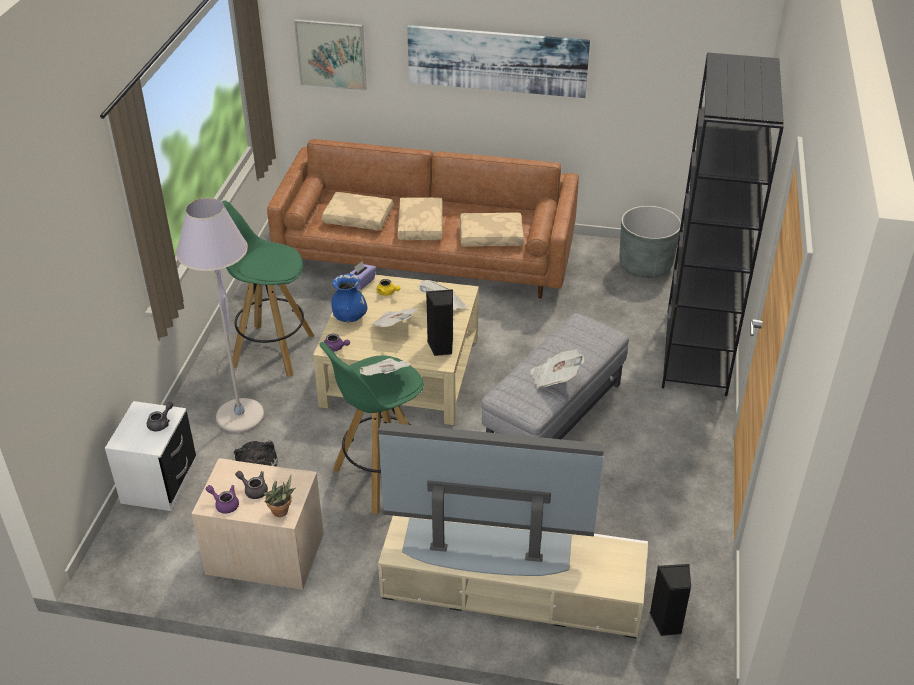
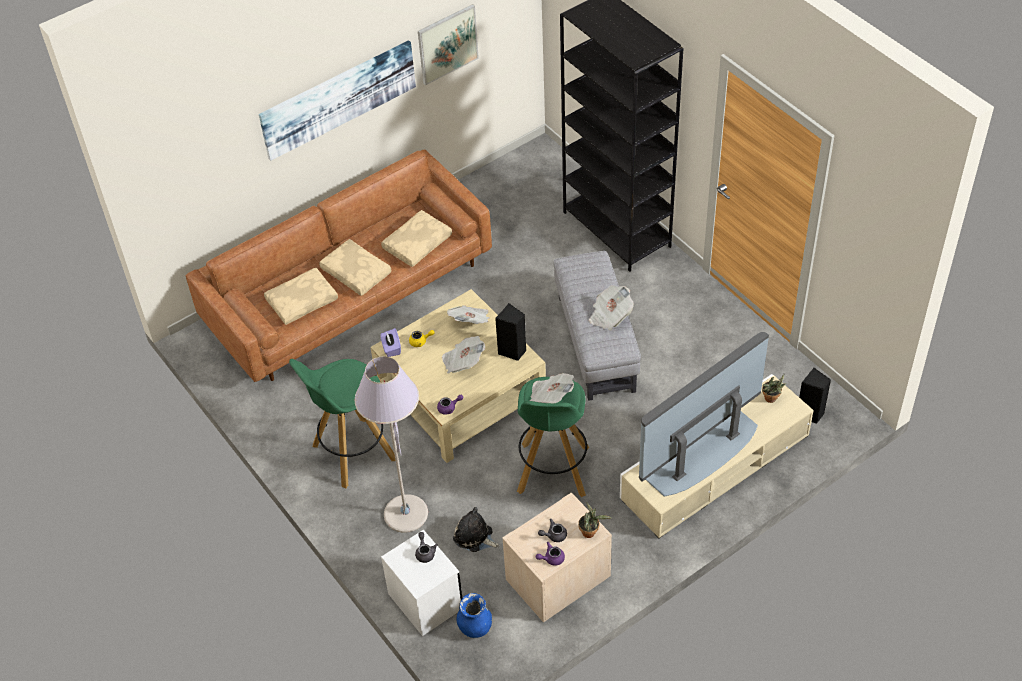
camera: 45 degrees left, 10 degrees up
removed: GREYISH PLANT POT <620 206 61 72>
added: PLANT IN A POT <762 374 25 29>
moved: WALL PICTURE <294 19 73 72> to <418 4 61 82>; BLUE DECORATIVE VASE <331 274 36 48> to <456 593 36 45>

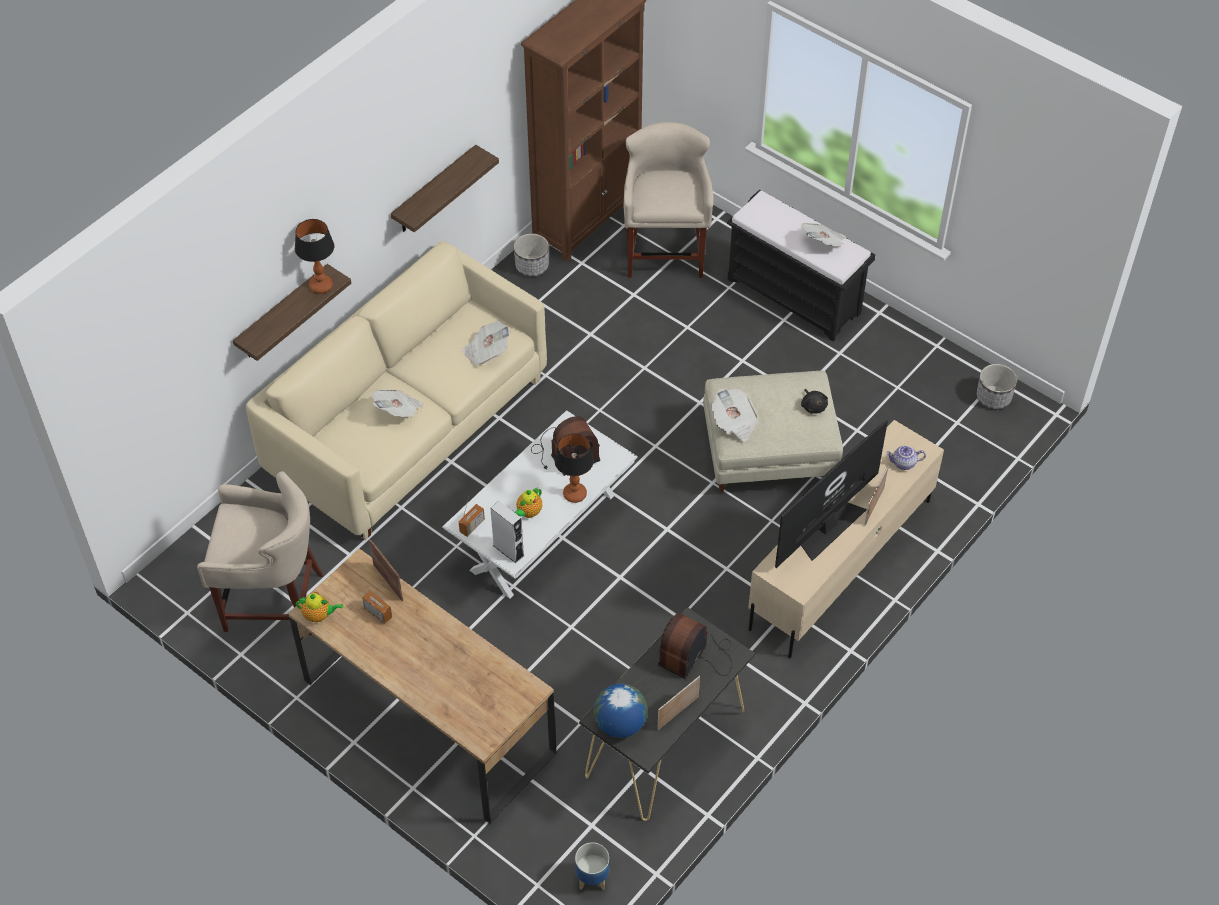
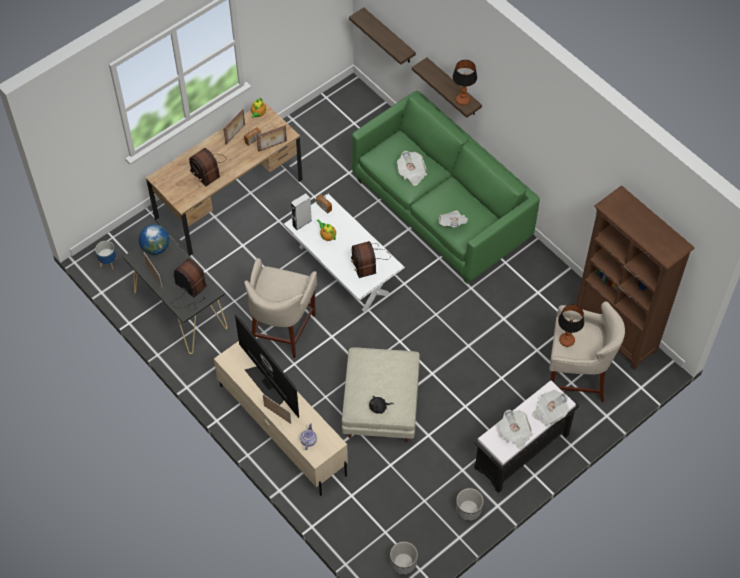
camera: 100 degrees right, 5 degrees up
added: RADIO SET <189 148 38 38>; PHOTO FRAME <223 109 22 36>
moved: SAND-COLOURED STOOL SEAT <197 471 126 164> to <244 258 73 100>; SHELF <390 145 109 87> to <349 7 67 58>; PLANT POT <514 233 35 44> to <456 488 28 33>; TABLETOP LAMP <554 433 40 70> to <558 304 26 43>; NEWSPAPER <711 388 49 54> to <532 390 37 36>
recoloured: SAND-COLOURED COUCH <246 241 301 299> to GREEN COUCH <352 91 188 193>

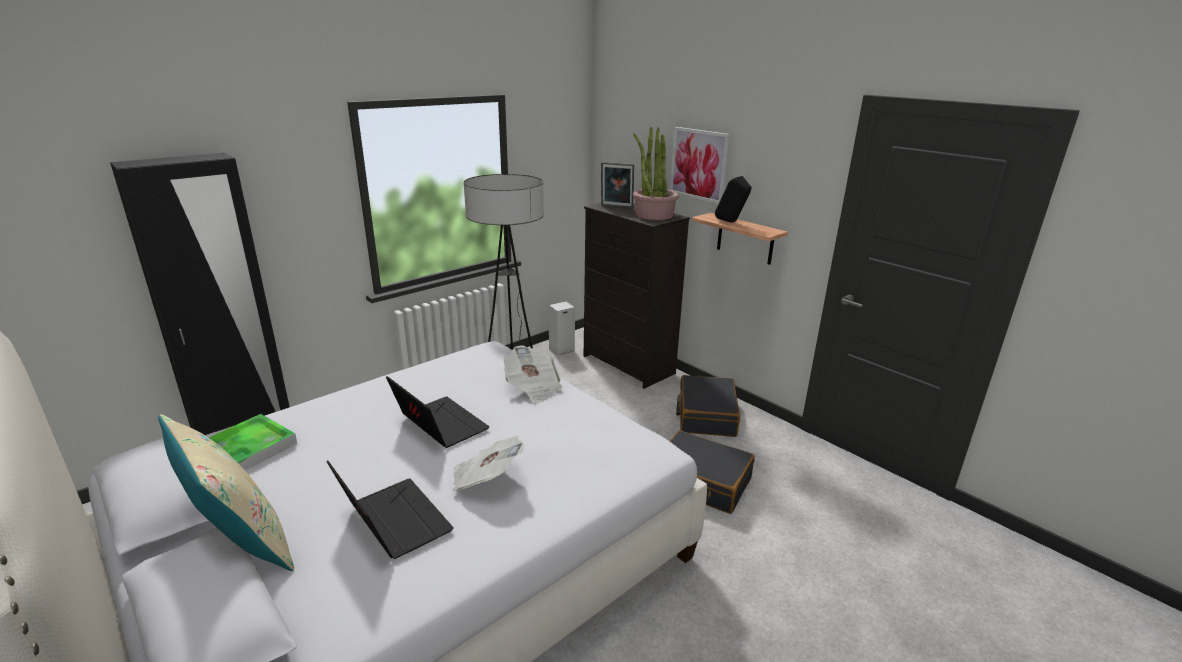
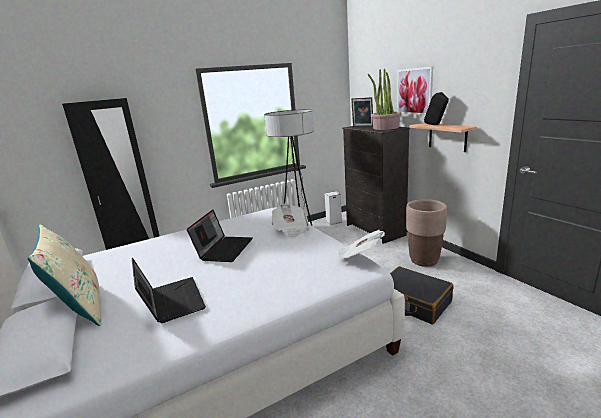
camera: 15 degrees right, 5 degrees down
removed: SERVING TRAY <209 414 88 56>
moved: NEWSPAPER <453 436 71 55> to <338 230 47 30>
replaced: BLACKISH TRAVEL CASE <676 375 64 62> to BROWN-COLOURED PLANT POT <406 199 41 68>
turned: LAPTOP <386 376 103 72> = <187 210 65 52> 45 degrees clockwise

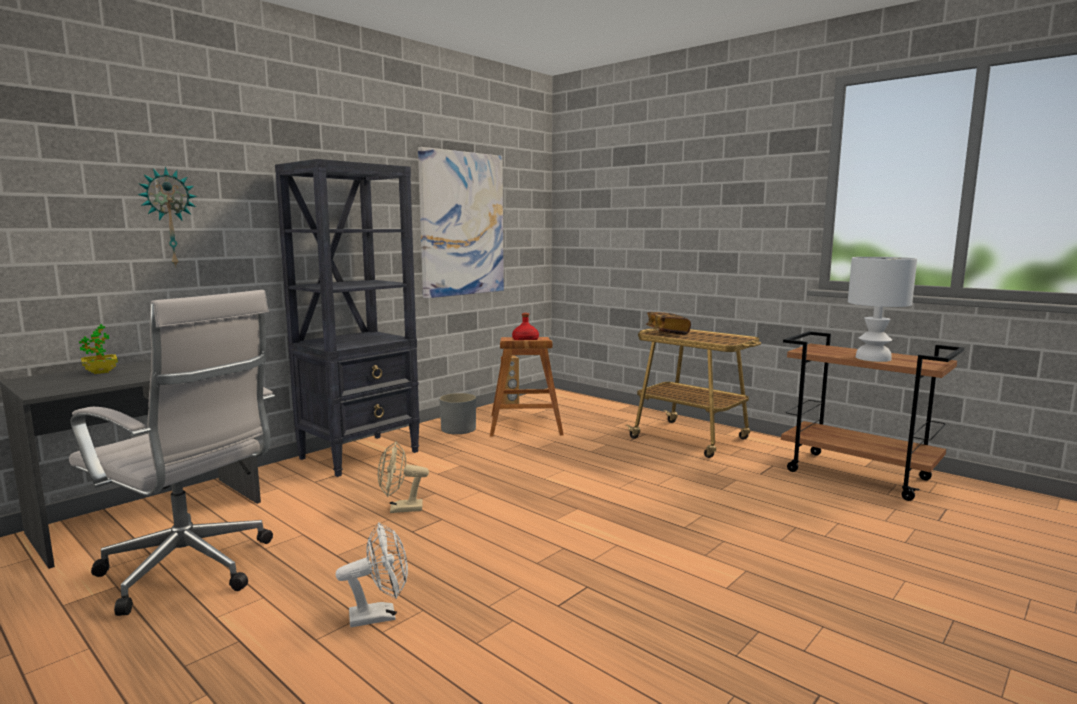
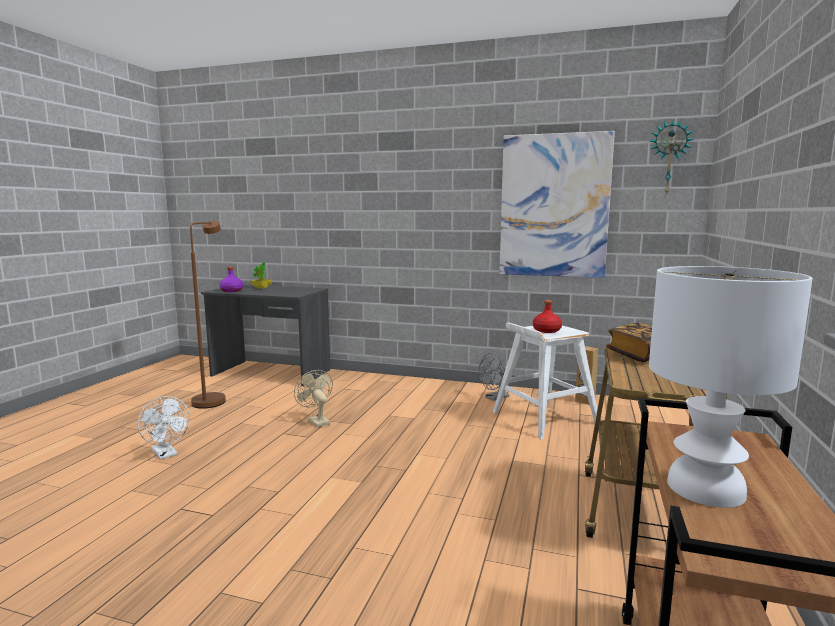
camera: 65 degrees right, 0 degrees up
removed: BLACKISH BOOKCASE <275 159 145 318>
added: PURPLE BEVERAGE BOTTLE <219 267 24 25>
moved: WALL CLOCK <137 167 60 101> to <650 118 44 77>
replaced: WHITE-COLOURED DESK CHAIR <69 290 206 326> to BROWN-COLOURED FLOOR LAMP <190 221 36 188>; GREYISH PLANT POT <440 393 36 41> to GREYISH ELECTRIC FAN <479 353 30 48>
recoloured: BROWN-COLOURED STOOL SEAT <490 337 74 100> to WHITE-COLOURED STOOL SEAT <493 323 104 116>

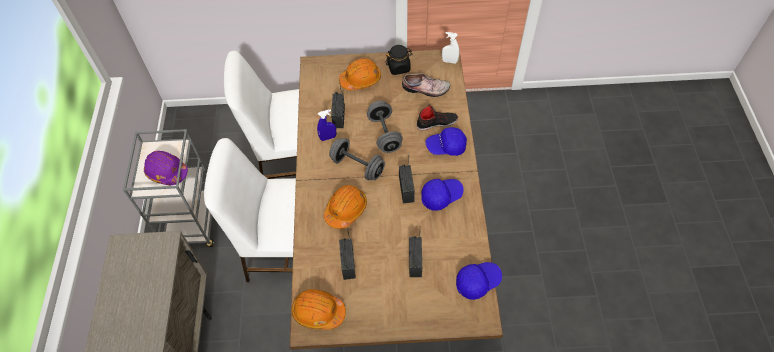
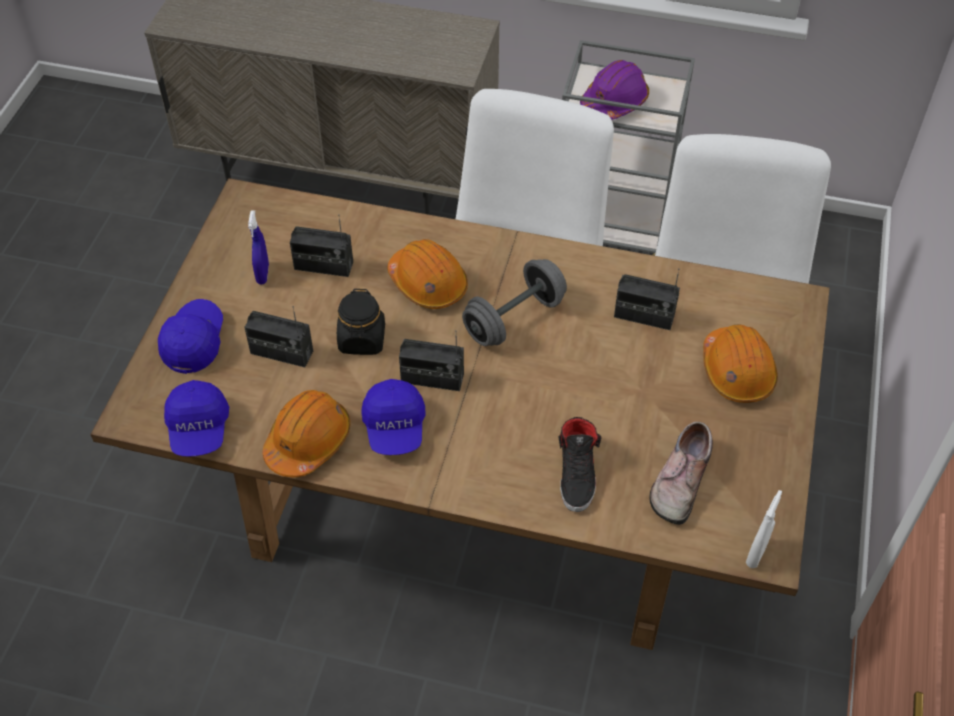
camera: 105 degrees right, 5 degrees down
removed: GREYISH FREE WEIGHT <367 101 36 52>
moved: ORANGE-COLOURED WORK HELMET <292 289 54 41> to <263 390 87 87>; BLUE HAND SPRAYER <317 109 19 32> to <248 211 21 74>; BLACKISH STORAGE JAR <386 45 27 30> to <337 289 48 66>; BLUE CAP <426 127 41 29> to <158 299 65 75>

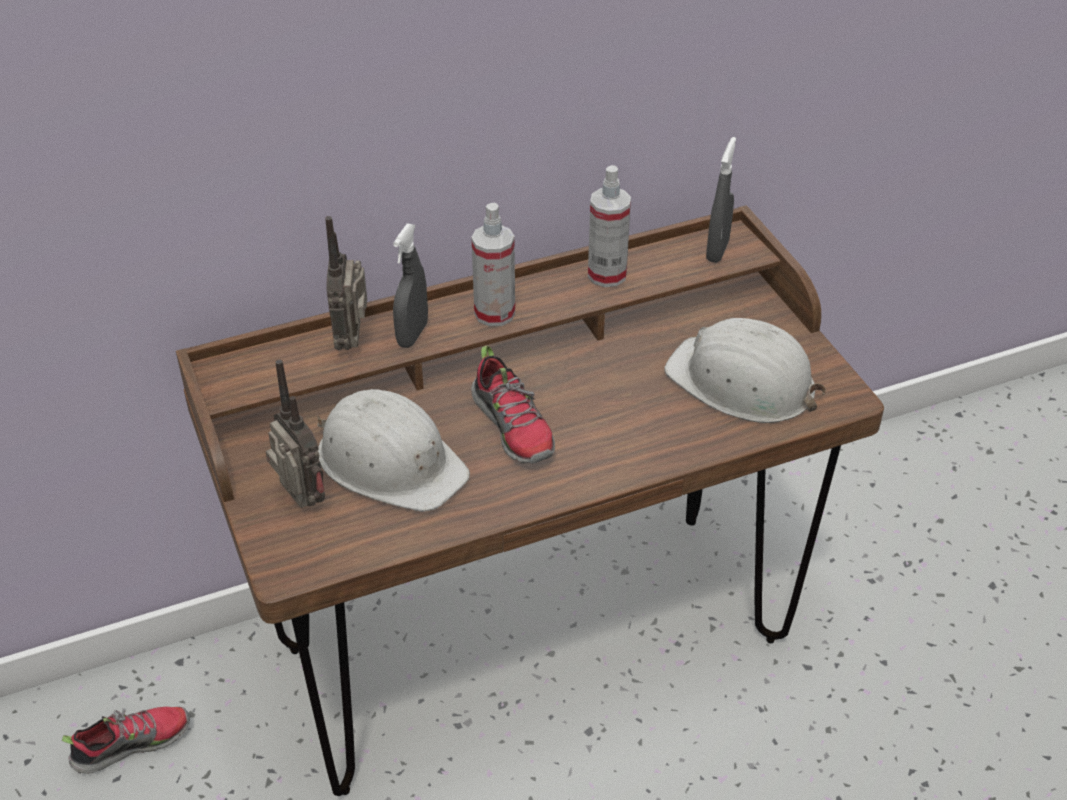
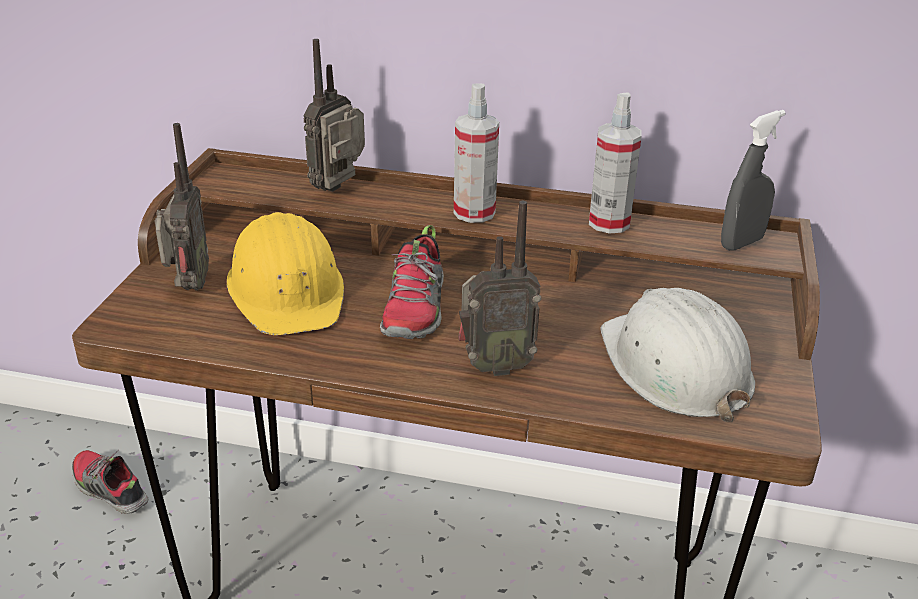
camera: 35 degrees right, 10 degrees down
removed: GREYISH HAND SPRAYER <393 224 35 124>
added: RADIO SET <458 201 83 175>
recoloured: WHITE-COLOURED WORK HELMET <316 389 154 123> to YELLOW-COLOURED WORK HELMET <227 212 117 123>
turned: ITEM OF FOOTWEAR <62 707 128 67> = <72 450 76 64> 150 degrees counterclockwise

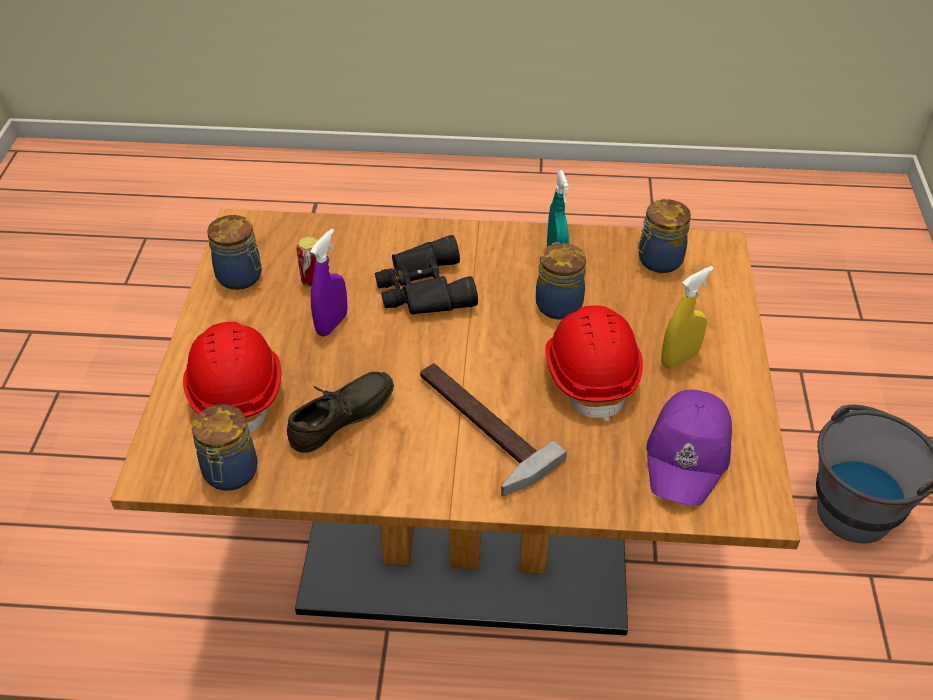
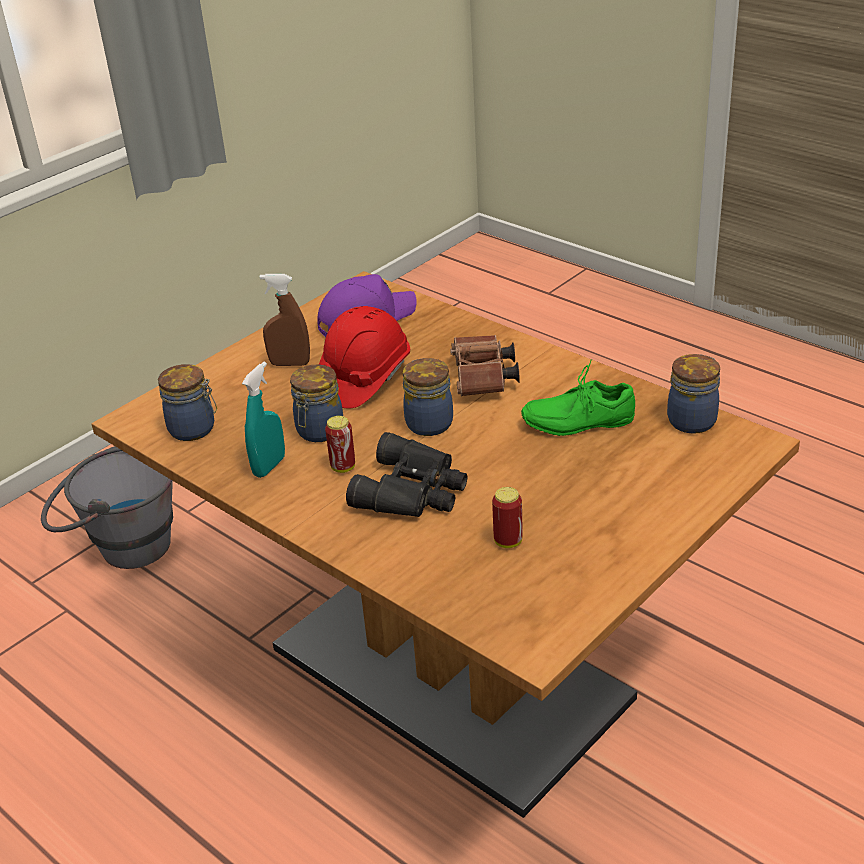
camera: 140 degrees left, 10 degrees down
removed: RED-COLOURED WORK HELMET <183 322 98 110>; PURPLE HAND SPRAYER <310 228 38 109>
added: METAL CAN <325 416 30 57>
moved: STORAGE JAR <207 215 55 75> to <403 358 50 78>
replaced: HAMMER <420 363 147 133> to BROWN-COLOURED PAIR OF BINOCULARS <450 335 70 61>
recoloured: GREYISH ITEM OF FOOTWEAR <287 372 107 81> to GREEN ITEM OF FOOTWEAR <521 359 114 77>; YELLOW-COLOURED HAND SPRAYER <661 266 53 103> to BROWN-COLOURED HAND SPRAYER <260 274 50 92>

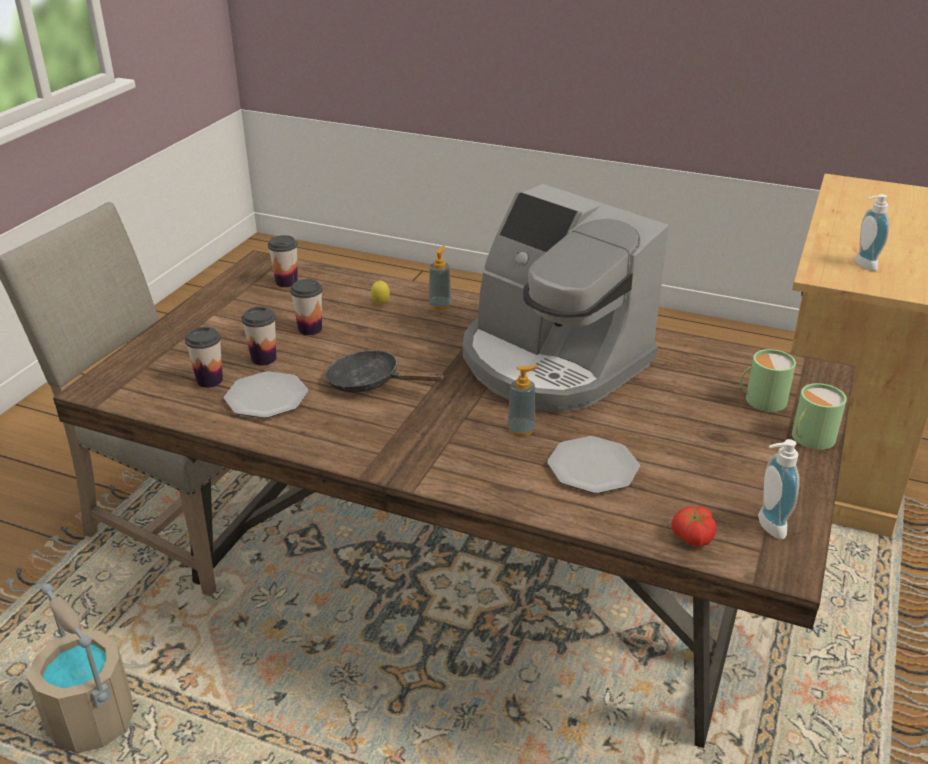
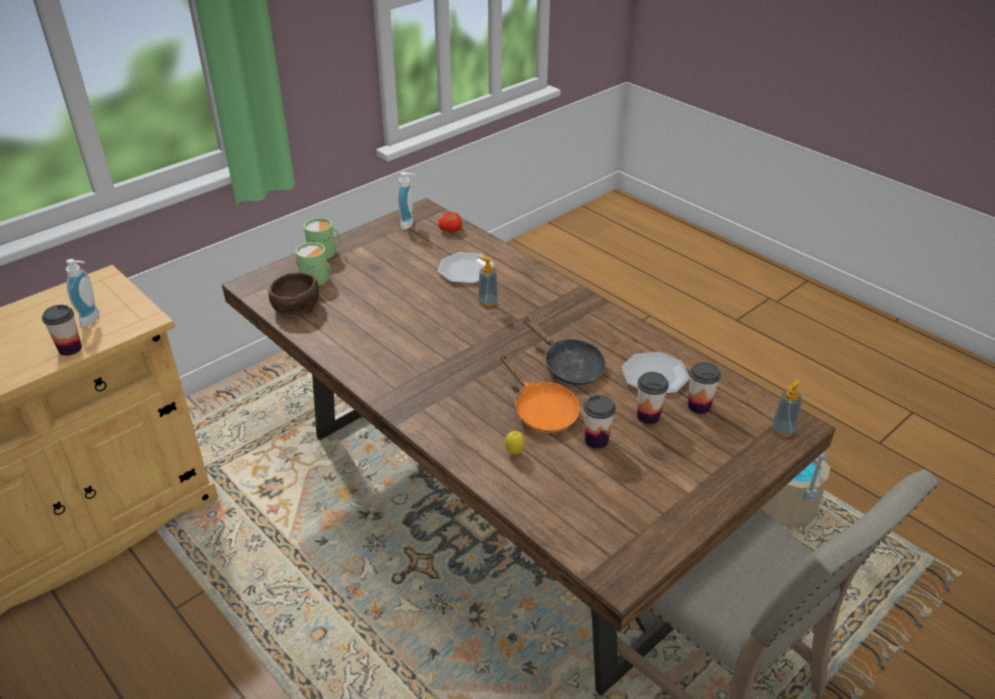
camera: 155 degrees left, 5 degrees up
removed: COFFEE MAKER <463 184 205 228>
added: BROWN-COLOURED DEEP DISH <269 273 50 42>; ORANGE-COLOURED PAN <501 354 79 79>
moved: CUP <268 235 30 52> to <42 305 40 51>; SOAP BOTTLE <428 246 24 64> to <772 380 30 57>

